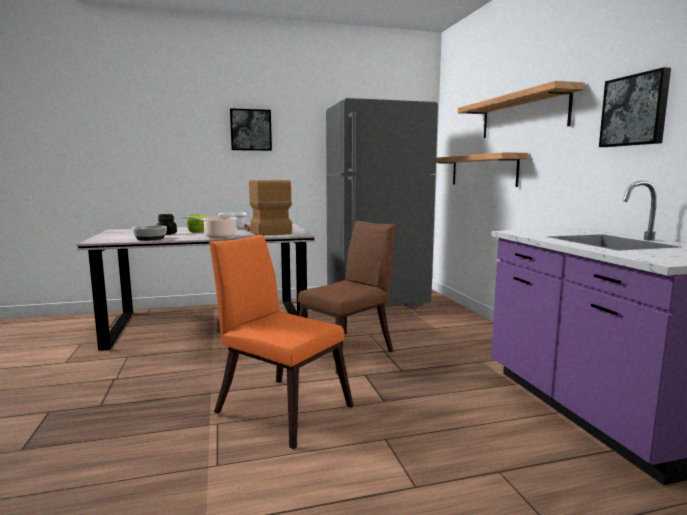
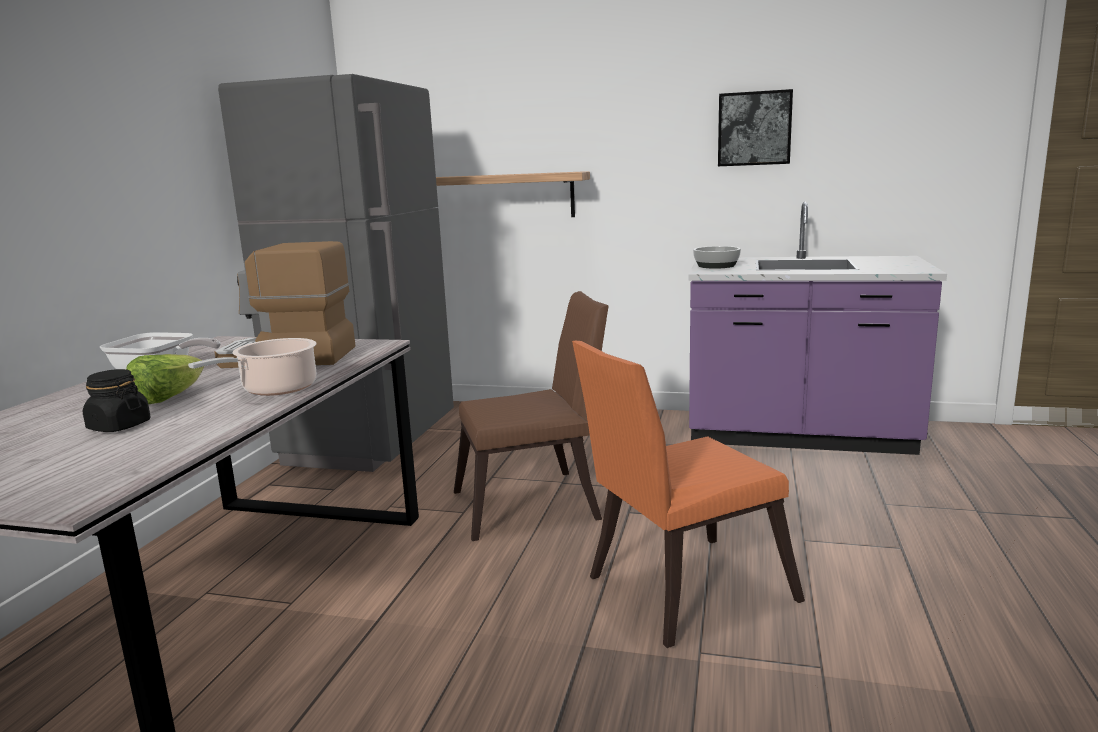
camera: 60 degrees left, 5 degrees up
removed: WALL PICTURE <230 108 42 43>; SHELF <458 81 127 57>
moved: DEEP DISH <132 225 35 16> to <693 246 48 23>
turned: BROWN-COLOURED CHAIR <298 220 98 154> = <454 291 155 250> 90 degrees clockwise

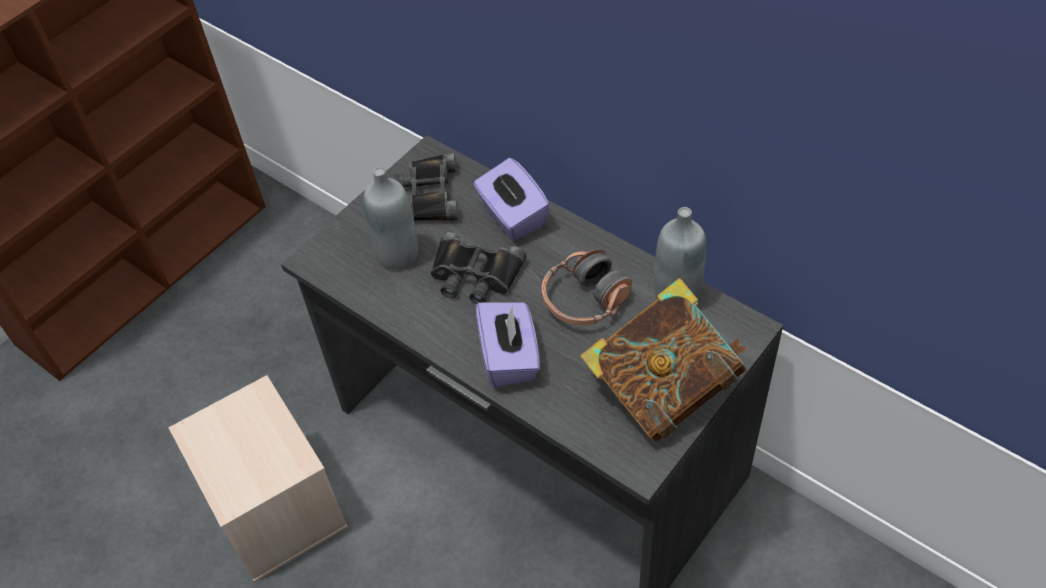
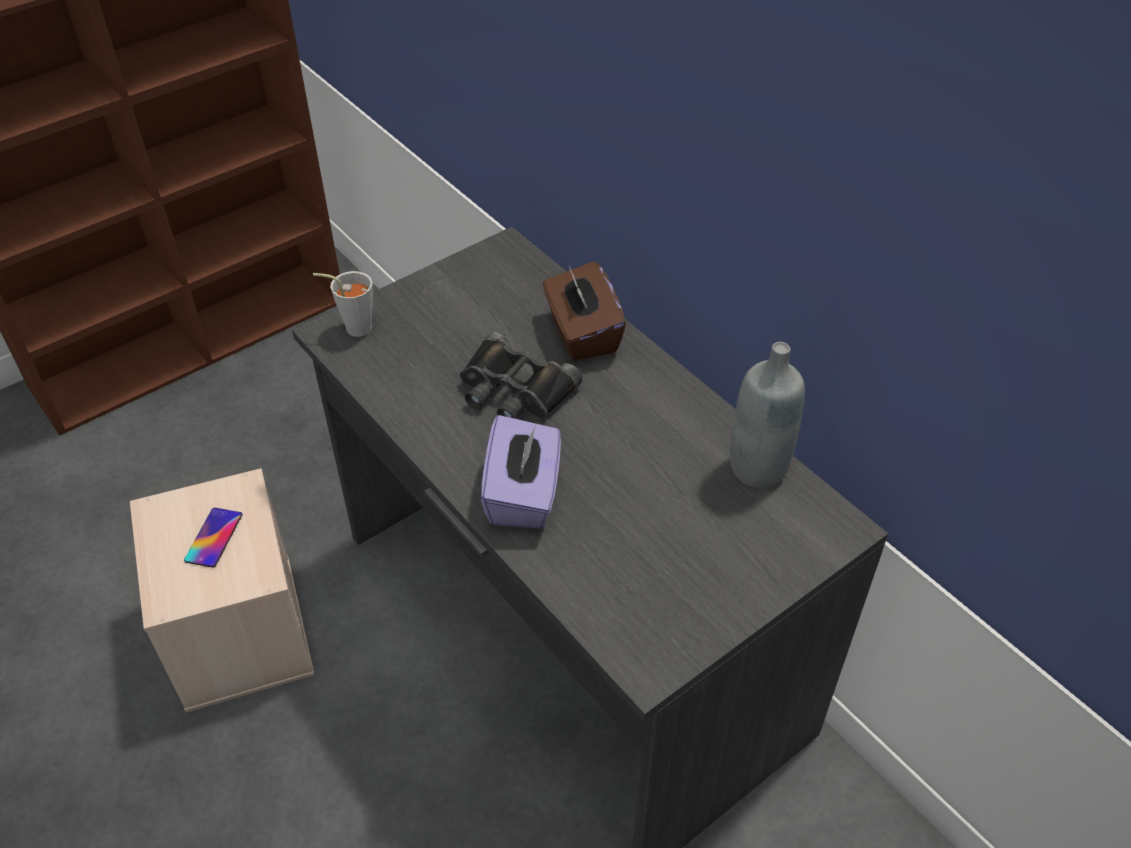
camera: 10 degrees right, 5 degrees down
removed: GREYISH BEVERAGE BOTTLE <363 167 55 103>; BLACKISH PAIR OF BINOCULARS <394 153 64 68>; PAIR OF HEADPHONES <542 249 90 76>; VOLUME <580 278 167 164>
added: HANDSET <184 508 59 60>; GREYISH CUP <313 271 60 66>
recoloured: PURPLE TISSUE BOX <474 158 76 83> to BROWN-COLOURED TISSUE BOX <543 261 83 100>

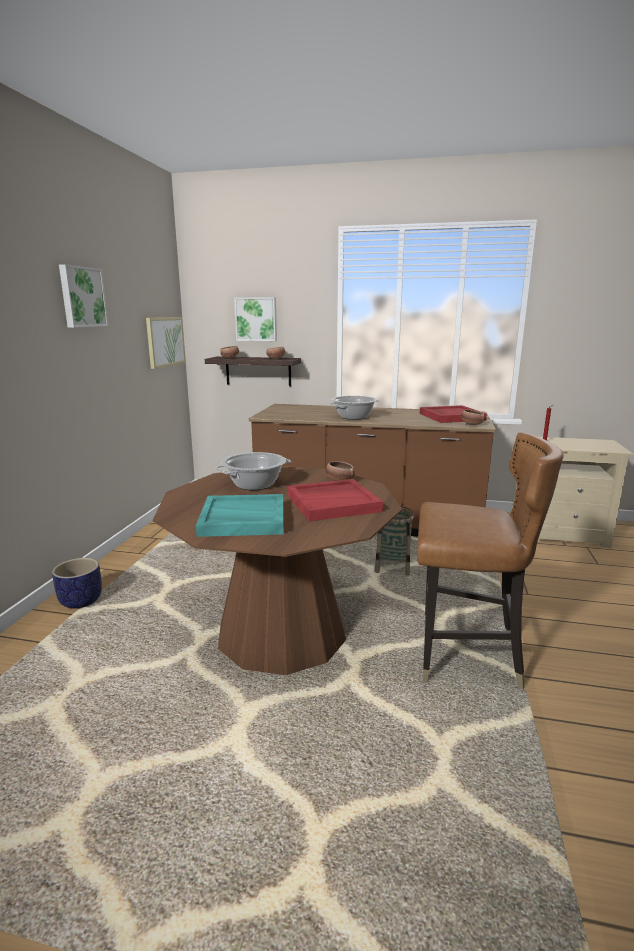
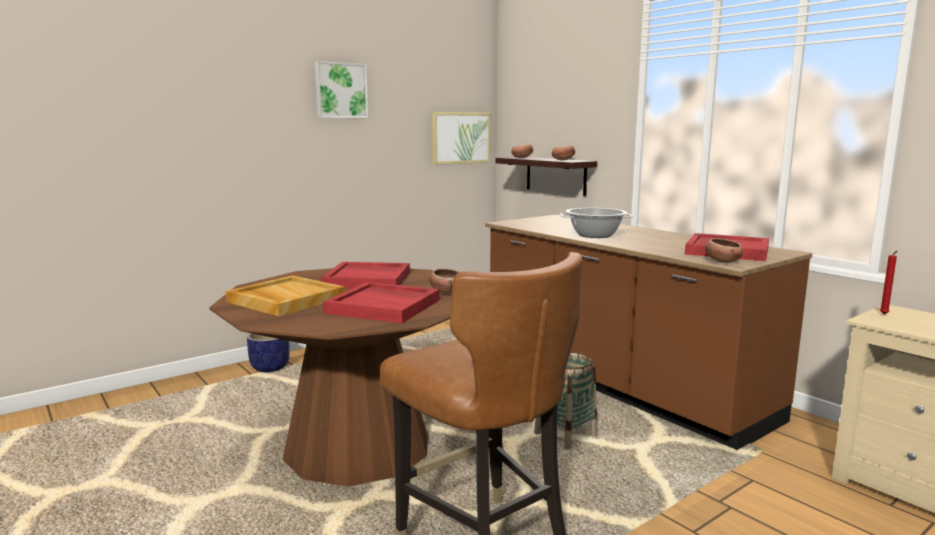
camera: 40 degrees right, 5 degrees down
removed: WALL PICTURE <234 297 43 44>
replaced: SAUCEPOT <215 452 76 38> to RED-COLOURED SERVING TRAY <321 262 89 27>
recoloured: BLUE-GREEN SERVING TRAY <196 494 88 43> to SAND-COLOURED SERVING TRAY <226 275 119 41>

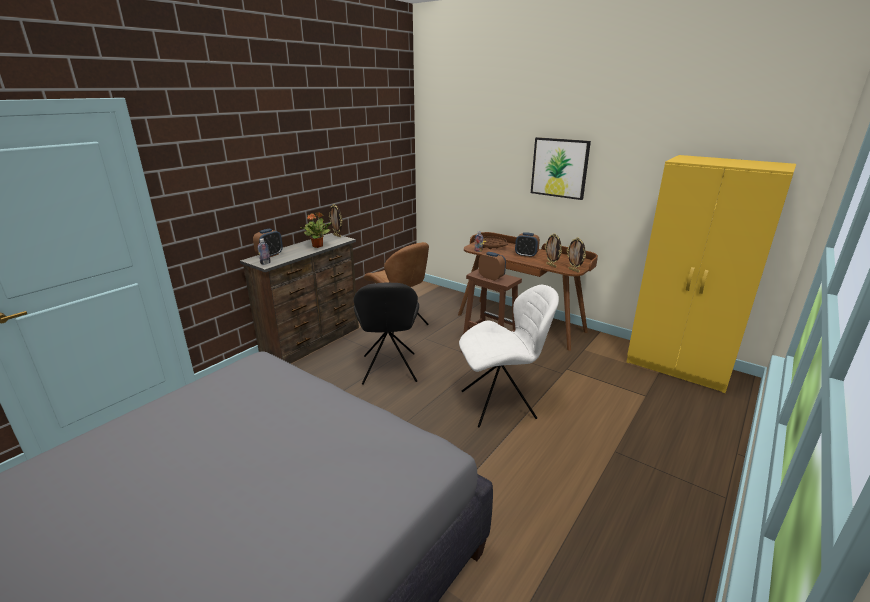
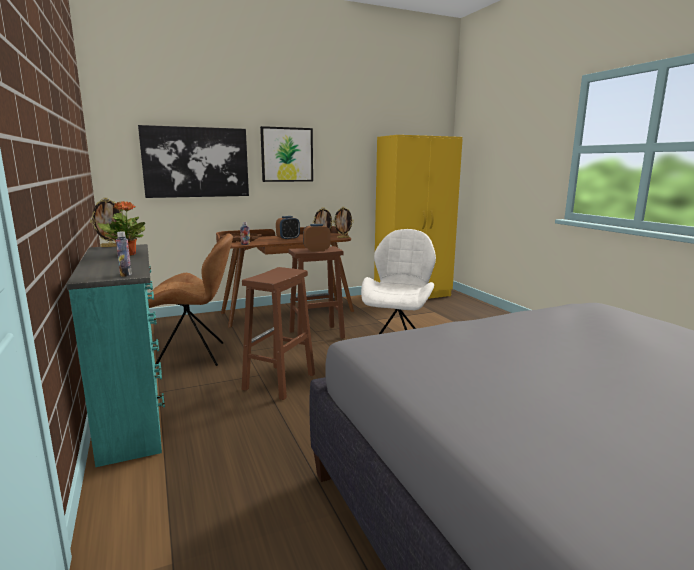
camera: 60 degrees left, 10 degrees down
removed: TABLE CLOCK <253 229 30 28>
added: WALL PICTURE <138 125 111 73>
replaced: BLACKISH CHAIR <354 283 65 102> to BROWN-COLOURED STOOL SEAT <242 267 73 133>
recoloured: BROWN-COLOURED DRESSER <240 233 119 131> to BLUE-GREEN DRESSER <66 244 99 223>

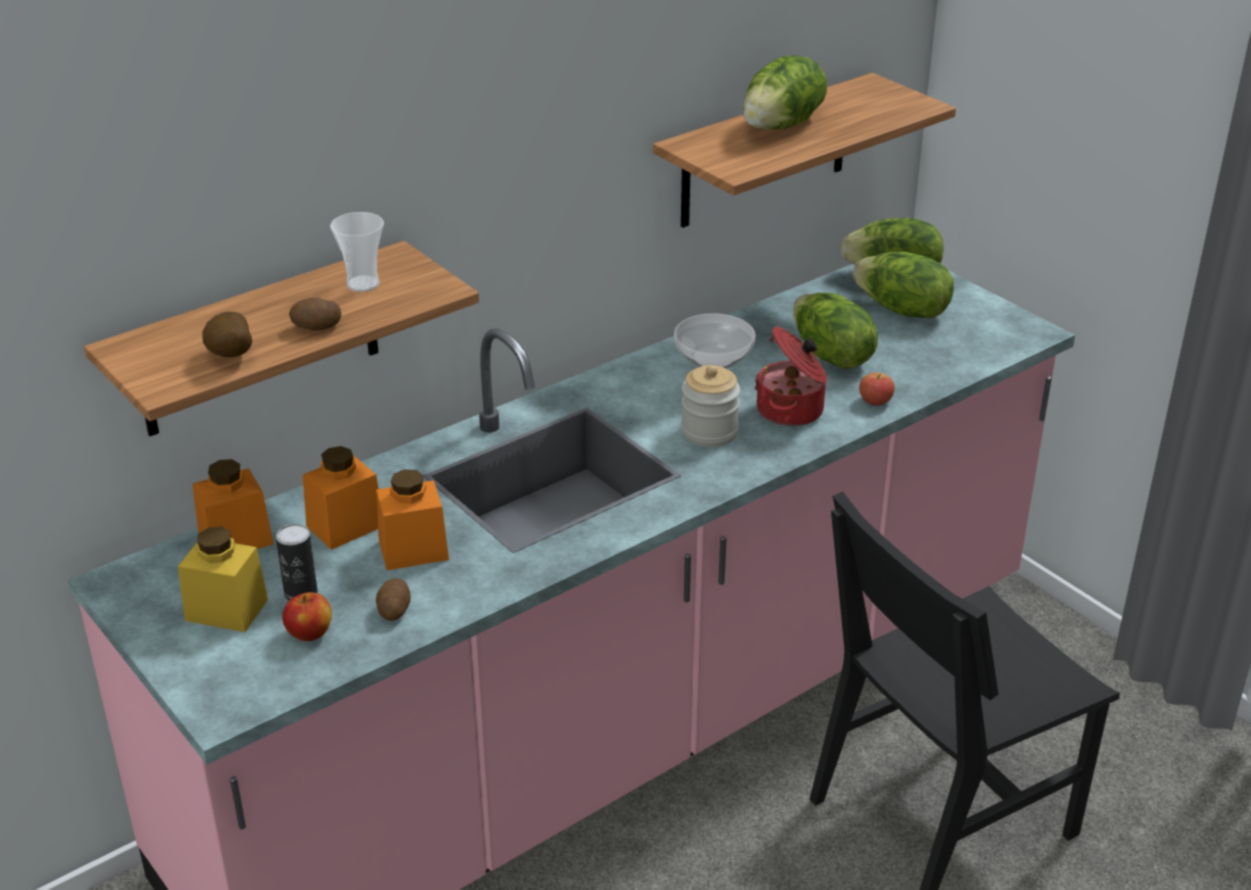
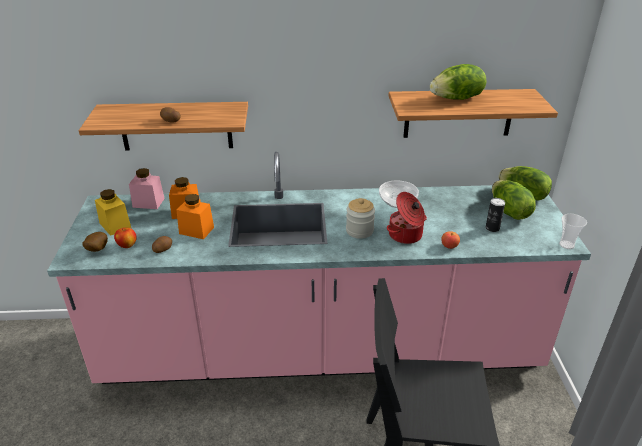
camera: 35 degrees right, 0 degrees up
removed: HEAD OF LETTUCE <793 293 85 76>
moved: SPUD <202 312 50 45> to <82 232 26 20>; METAL CAN <276 524 42 77> to <486 198 19 34>; CUP <330 212 54 80> to <559 214 28 35>
recoloured: ORANGE-COLOURED STORAGE JAR <192 459 81 90> to PINK STORAGE JAR <129 168 36 41>

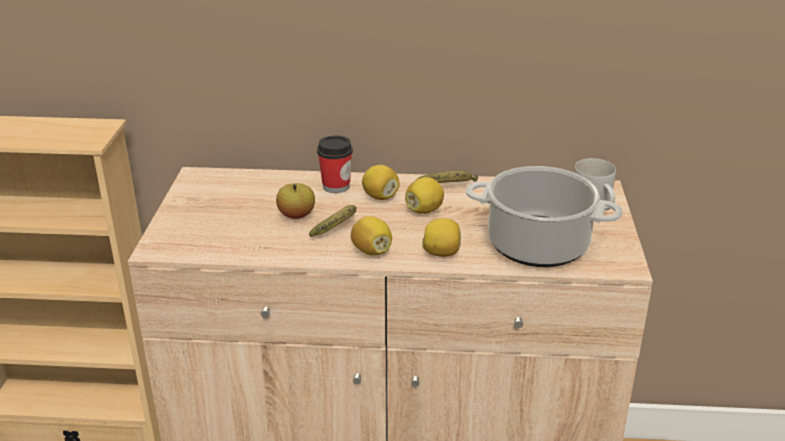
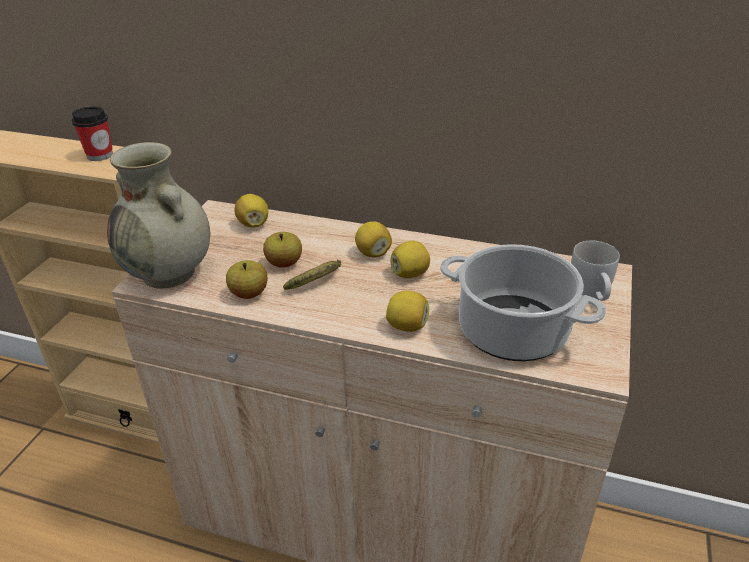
camera: 15 degrees right, 5 degrees up
removed: BANANA FRUIT <416 171 62 12>
added: SAND-COLOURED DECORATIVE VASE <107 142 104 147>; APPLE <226 260 42 39>
moved: CUP <317 135 36 58> to <72 106 41 55>; CITRUS FRUIT <351 216 41 39> to <234 194 34 33>

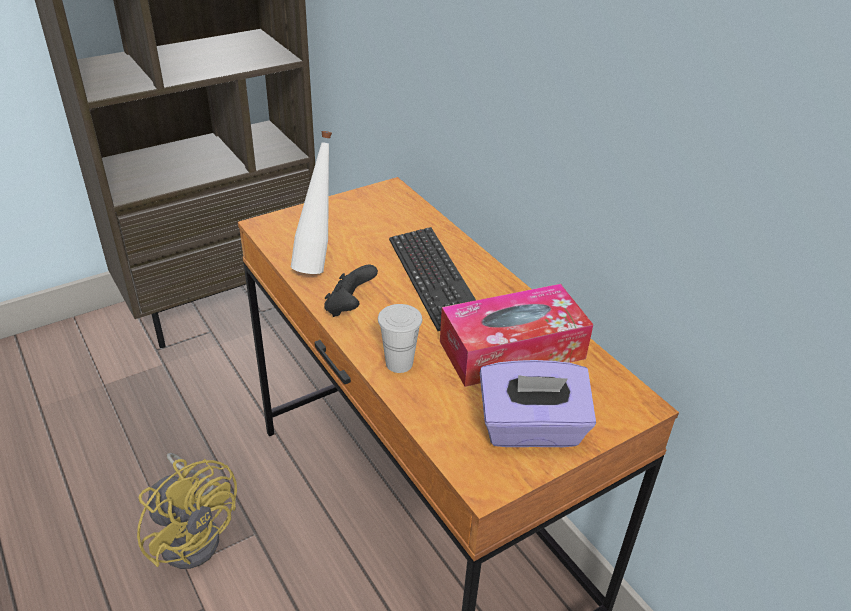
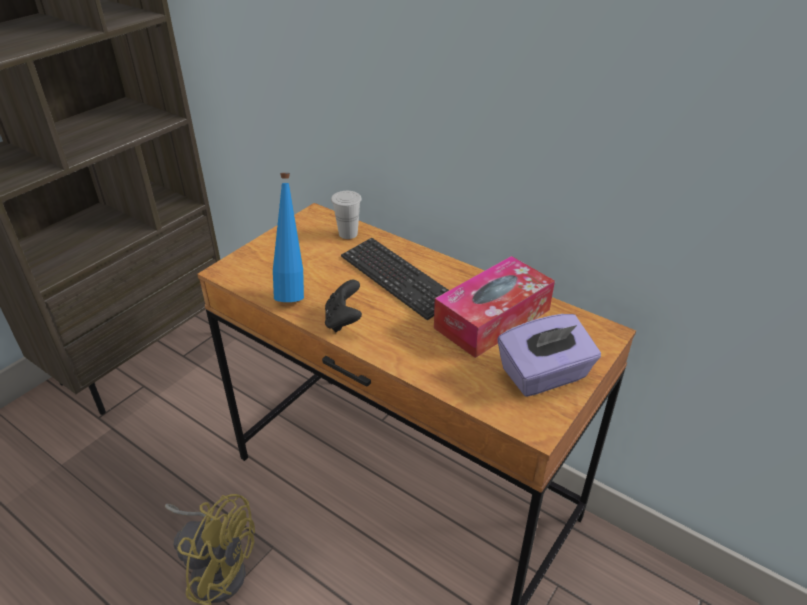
camera: 20 degrees left, 0 degrees up
moved: WHITE-COLOURED CUP <378 304 44 69> to <331 191 31 48>
recoloured: WHITE-COLOURED BEVERAGE BOTTLE <291 131 41 143> to BLUE BEVERAGE BOTTLE <273 173 31 129>

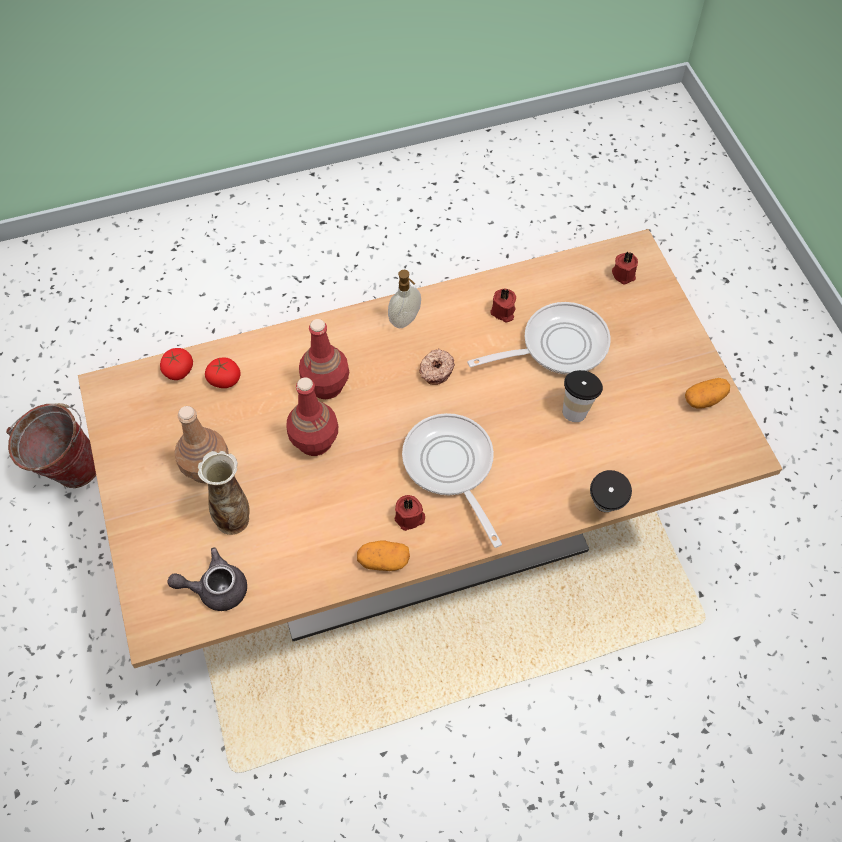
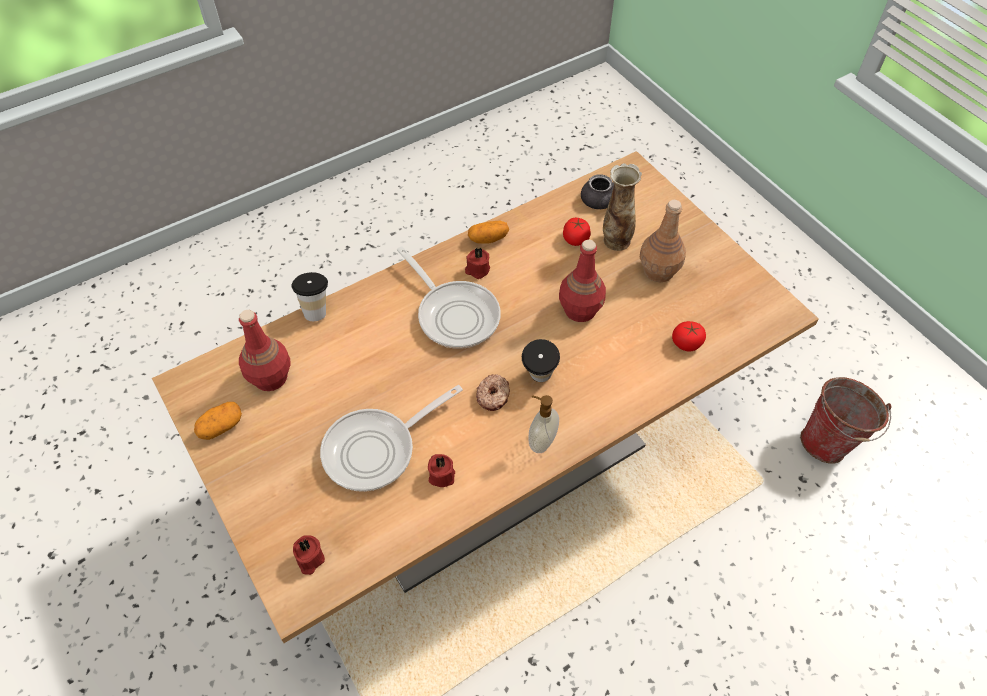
camera: 165 degrees right, 5 degrees down
moved: FRESH TOMATO <160 348 33 32> to <563 218 28 28>; RED-COLOURED BEVERAGE BOTTLE <299 319 50 80> to <239 310 51 81>; CUP <562 370 41 52> to <522 339 38 43>

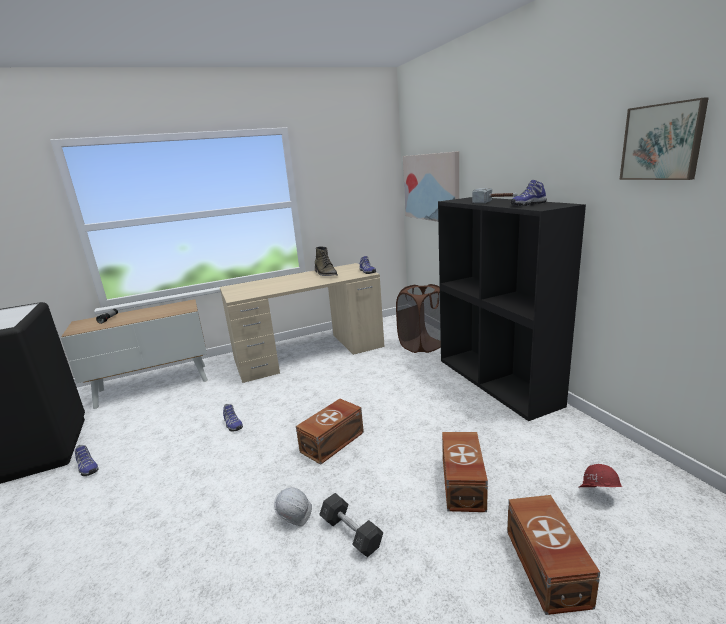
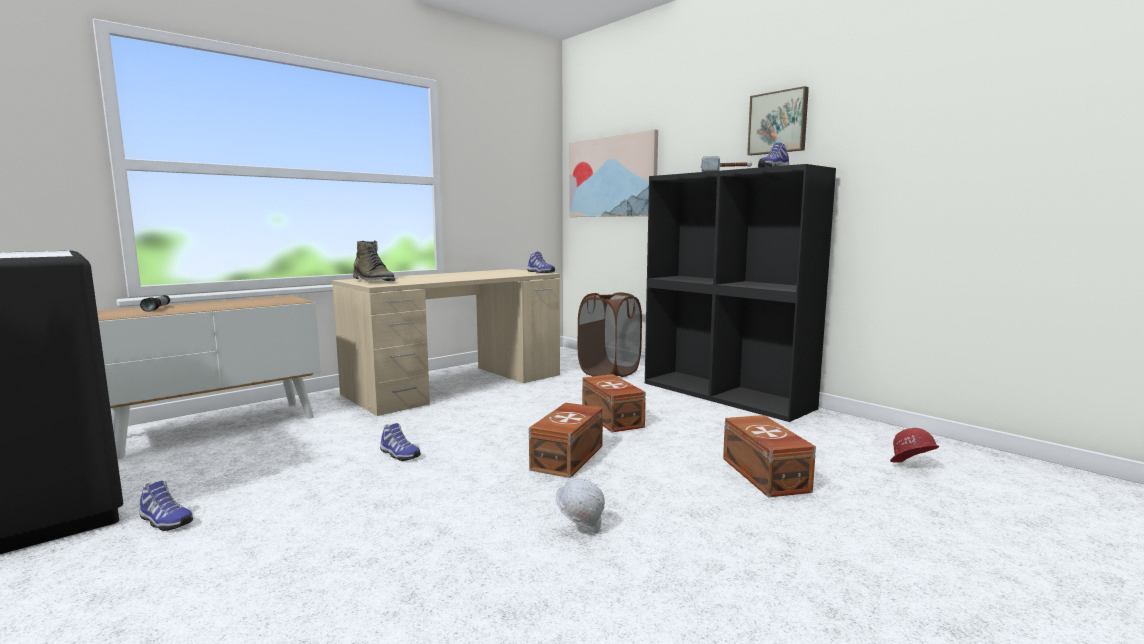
camera: 20 degrees left, 10 degrees down
removed: GREYISH FREE WEIGHT <319 493 64 64>
moved: GREEN HIGH-TOP BOOT <315 246 23 30> to <353 240 42 41>; BROWN-COLOURED STORAGE BIN <507 495 93 120> to <582 374 64 58>; WALL PICTURE <619 97 90 83> to <747 86 62 69>

